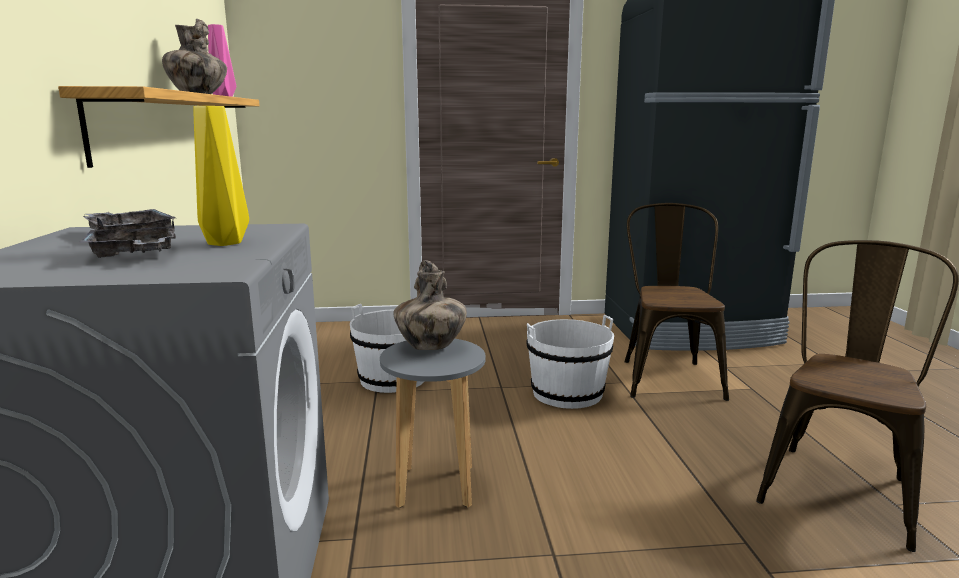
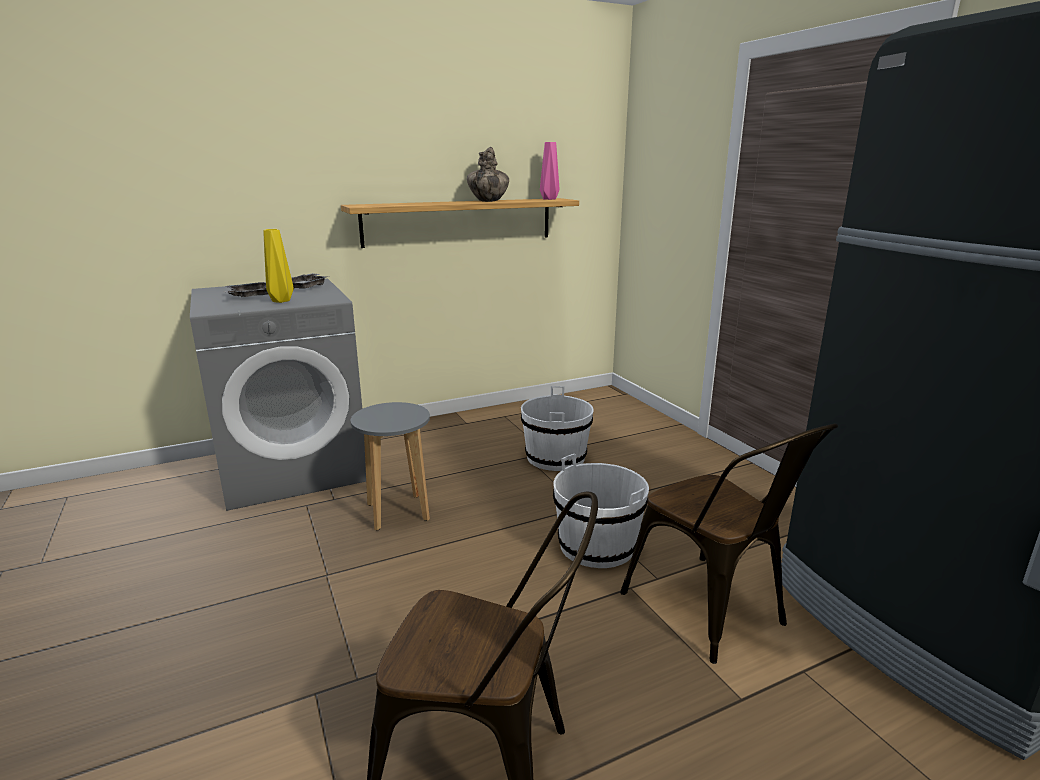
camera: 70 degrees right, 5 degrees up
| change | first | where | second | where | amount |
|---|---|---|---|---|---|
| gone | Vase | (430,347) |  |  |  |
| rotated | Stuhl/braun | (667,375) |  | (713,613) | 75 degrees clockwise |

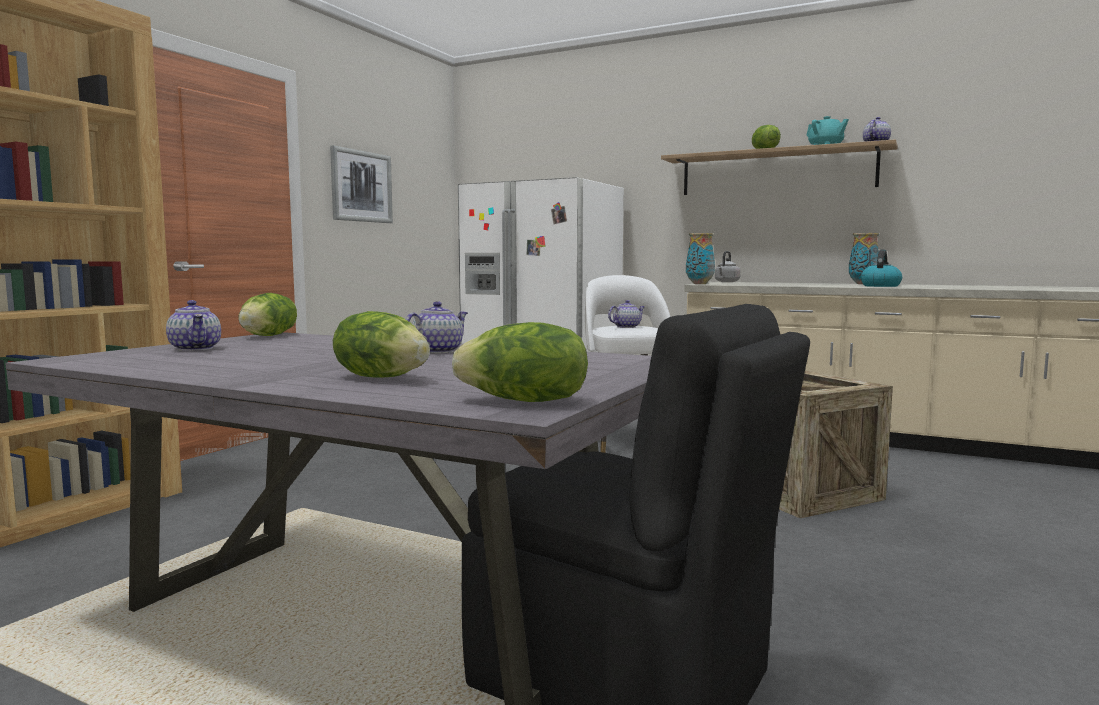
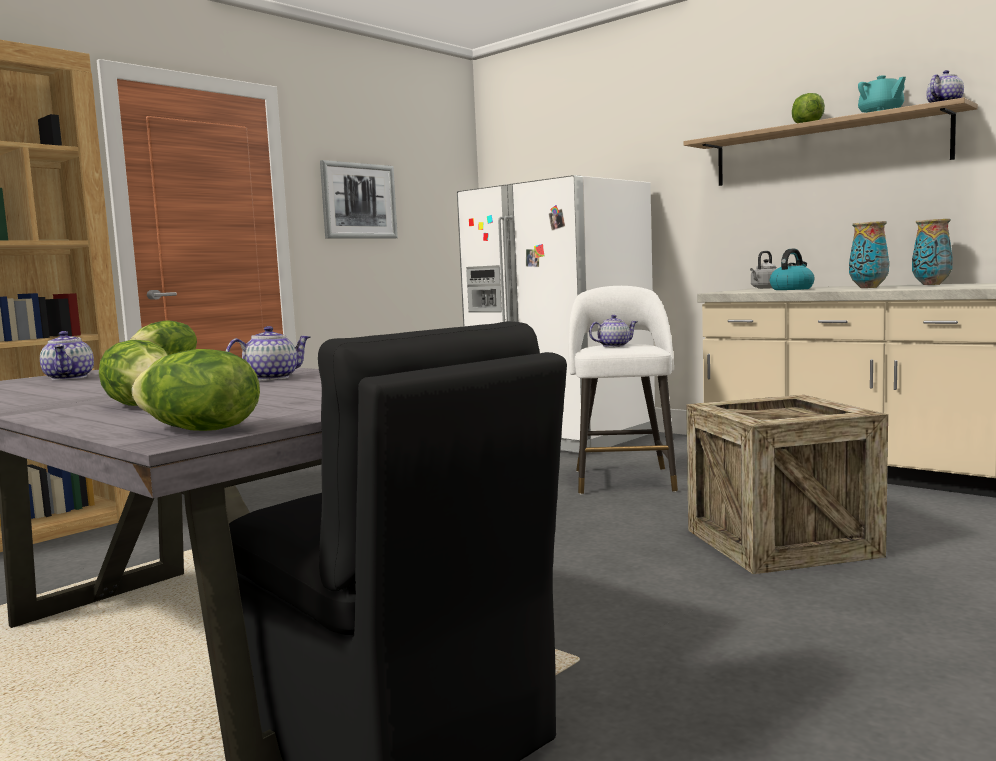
camera: 15 degrees right, 0 degrees up
| change | first | where | second | where | amount |
|---|---|---|---|---|---|
| shifted | Vase | (699,284) |  | (868,287) |  |
| shifted | Wasserkessel | (880,286) |  | (792,289) |  |

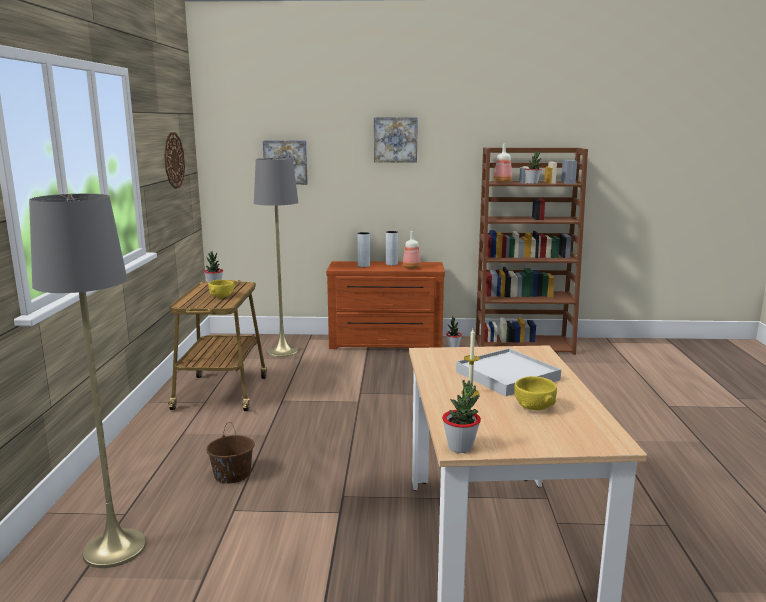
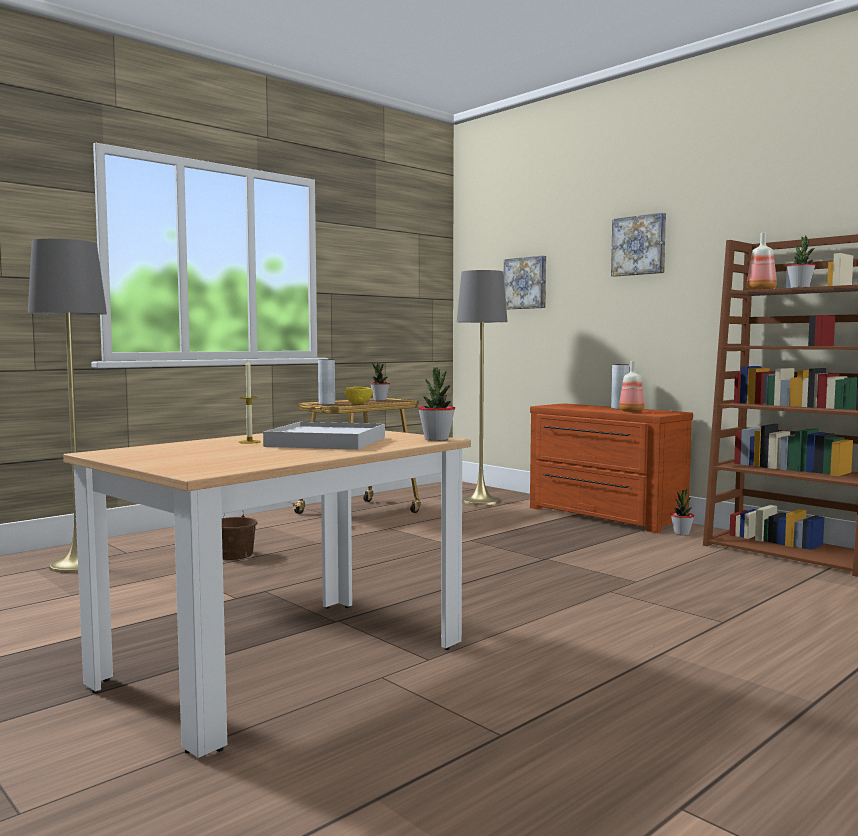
camera: 45 degrees right, 10 degrees down
| change | first | where | second | where | amount |
|---|---|---|---|---|---|
| gone | Wanduhr | (173,160) |  |  |  |
| gone | Schüssel/gelb | (534,407) |  |  |  |
| shifted | Vase/grau | (363,266) |  | (326,404) |  |
| shifted | Topfpflanze | (460,447) |  | (436,439) |  |

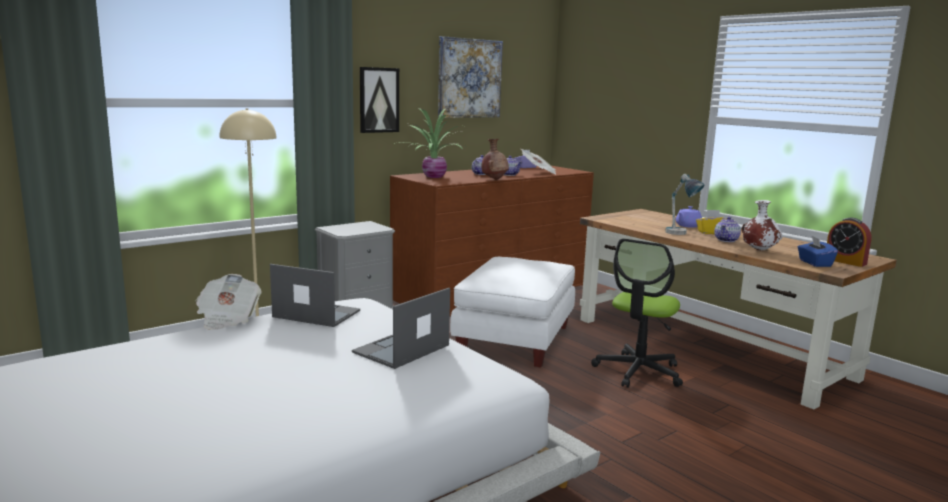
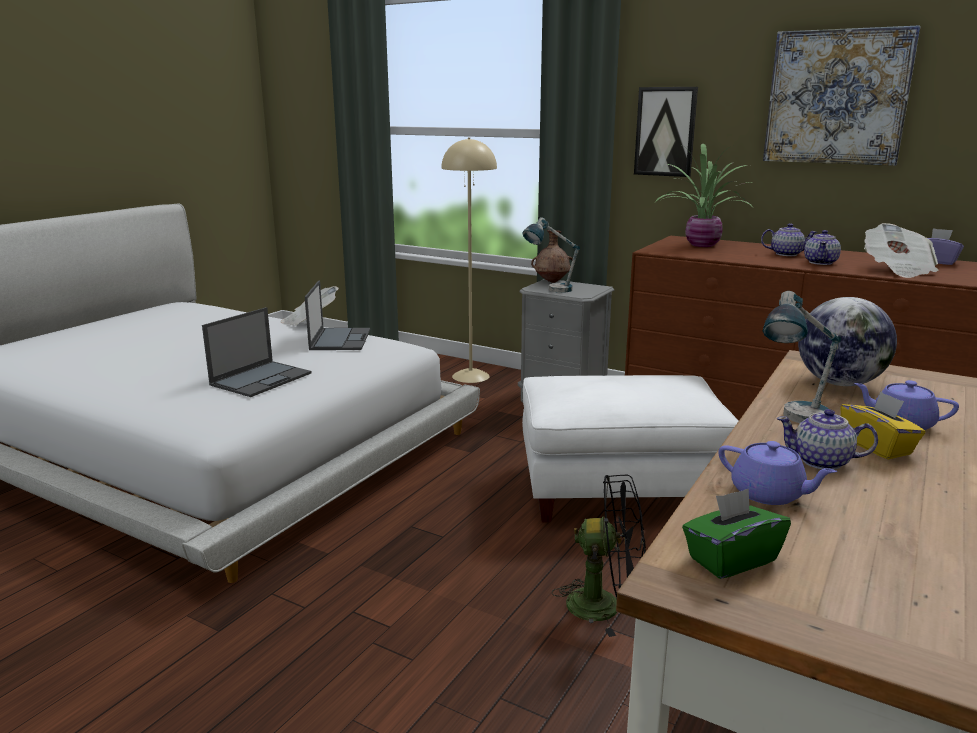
camera: 70 degrees right, 5 degrees up
| change | first | where | second | where | amount |
|---|---|---|---|---|---|
| gone | Wecker | (845,261) |  |  |  |
| new |  |  | Tischlampe | (550,290) |  |
| new |  |  | Globus | (839,383) |  |
| shifted | Vase/braun | (494,179) |  | (552,281) |  |
| swapped | Bürostuhl | (638,371) | Ventilator/schwarz | (605,605) |  |
| swapped | Vase/weiß | (758,250) | Teekanne/lila | (769,494) |  |
| repainted | Taschentuchbox/blau | (814,263) | Taschentuchbox/grün | (731,559) |  |
| rotated | Laptop | (401,349) |  | (262,379) | 105 degrees clockwise |

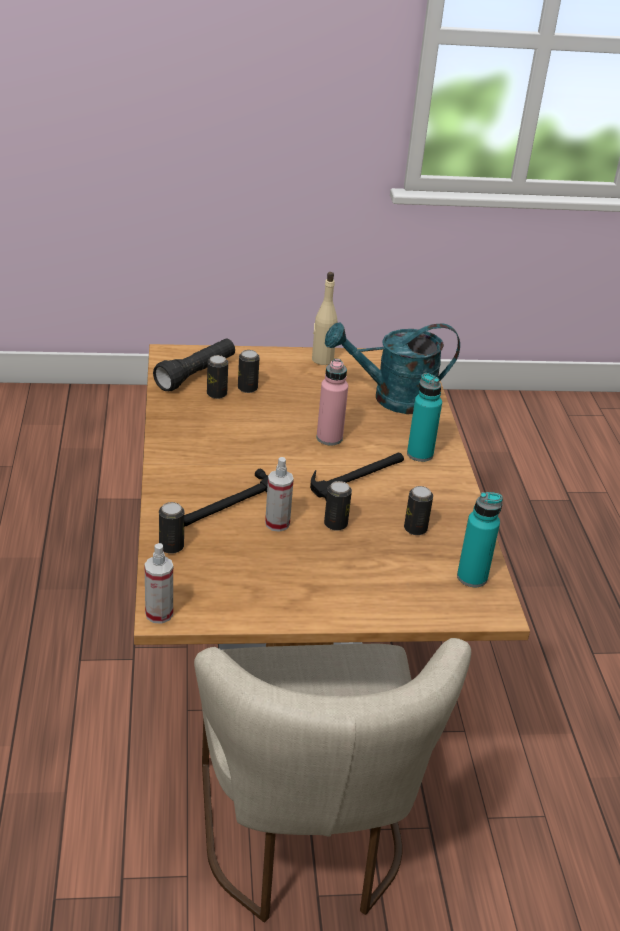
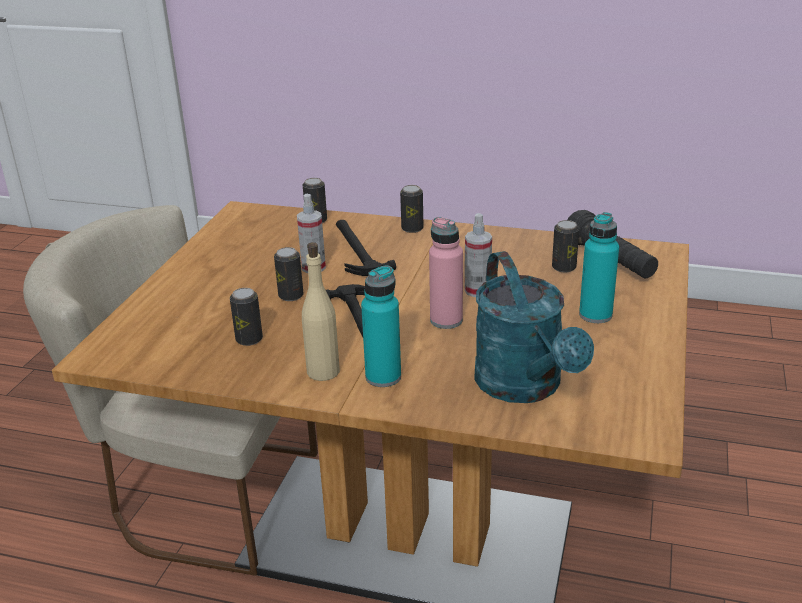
camera: 115 degrees right, 5 degrees down
| change | first | where | second | where | amount |
|---|---|---|---|---|---|
| shifted | Sprühflasche | (159,614) |  | (477,290) |  |
| shifted | Dose | (247,388) |  | (412,228) |  |
| shifted | Flasche/beige | (322,359) |  | (323,371) |  |
| shifted | Flasche/türkis | (472,577) |  | (595,315) |  |
| rotated | Gießkanne/türkis | (393,398) |  | (525,387) | 150 degrees clockwise |

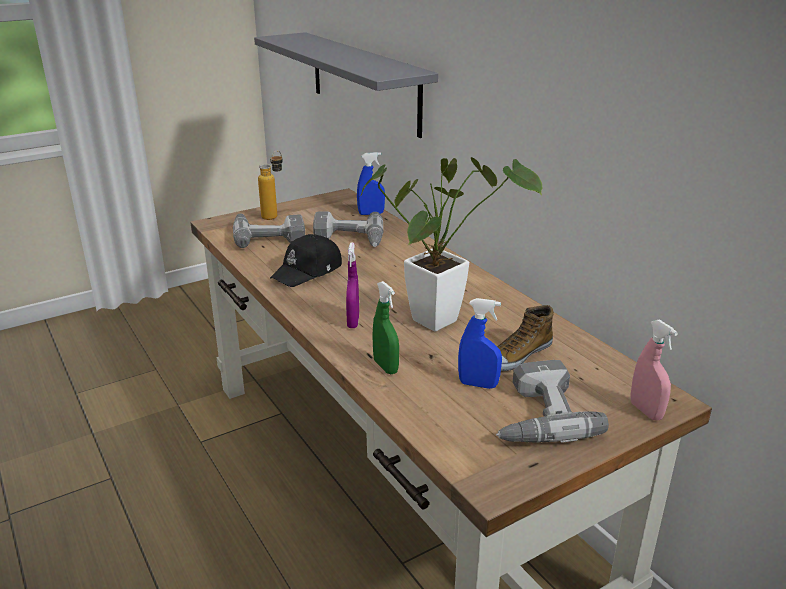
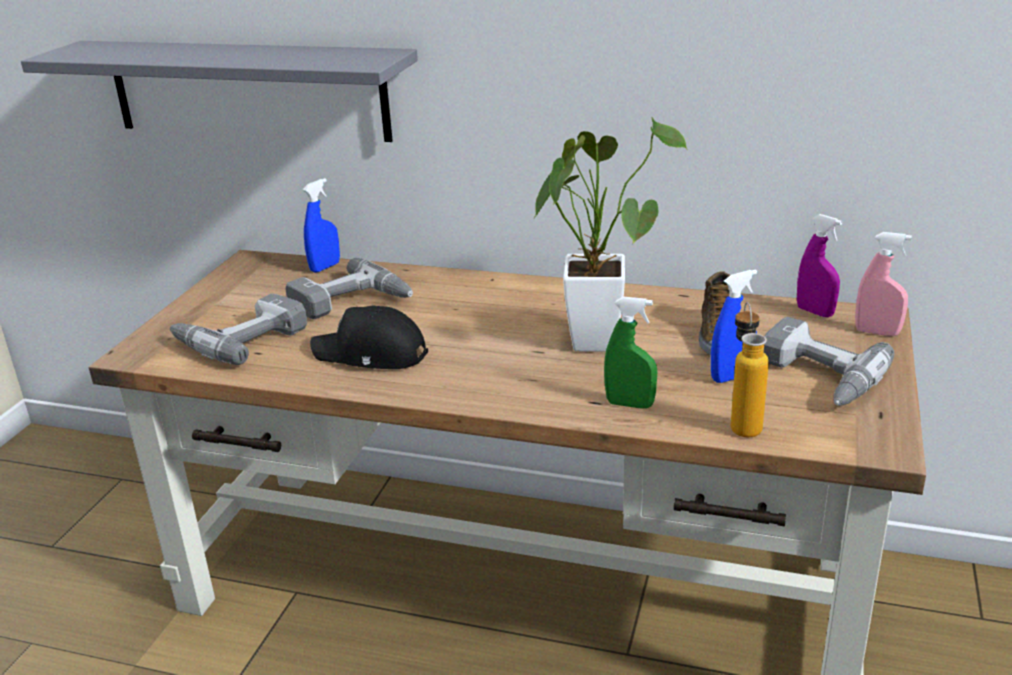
camera: 40 degrees left, 0 degrees up
| change | first | where | second | where | amount |
|---|---|---|---|---|---|
| shifted | Flasche | (274,215) |  | (743,422) |  |
| shifted | Sprühflasche/lila | (353,322) |  | (815,312) |  |
| rotated | Kappe/schwarz | (308,271) |  | (370,355) | 105 degrees clockwise |

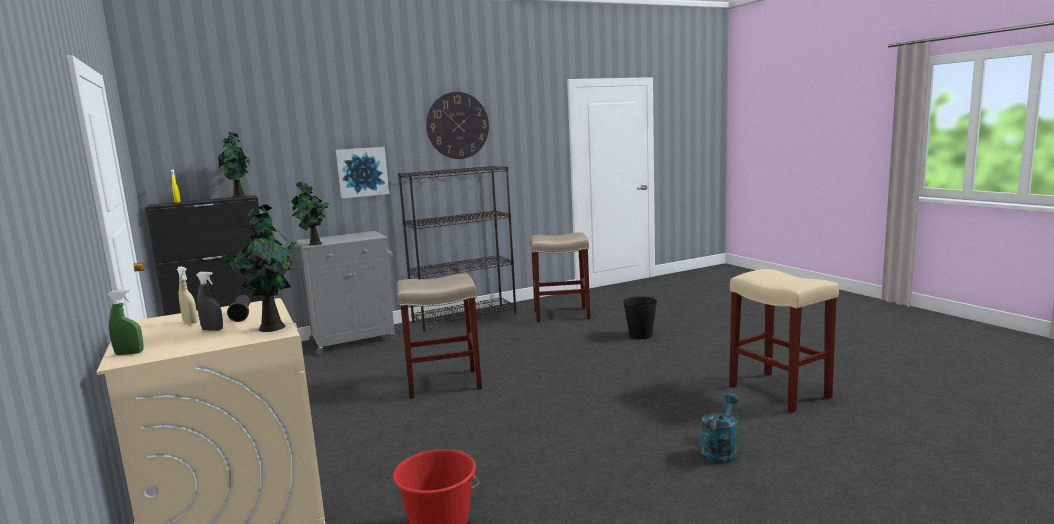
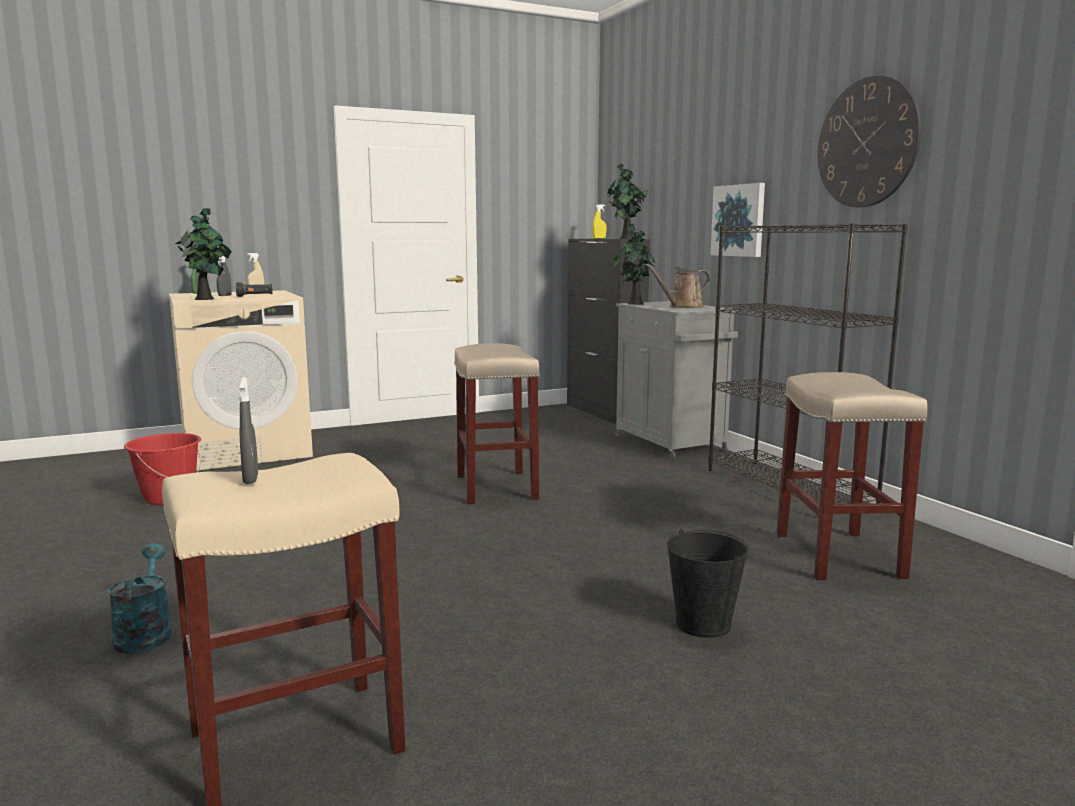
camera: 90 degrees right, 0 degrees up
| change | first | where | second | where | amount |
|---|---|---|---|---|---|
| new |  |  | Sprühflasche/grau | (250,479) |  |
| new |  |  | Gießkanne/braun | (682,307) |  |
| rotated | Gießkanne/türkis | (720,451) |  | (144,633) | 135 degrees counterclockwise |

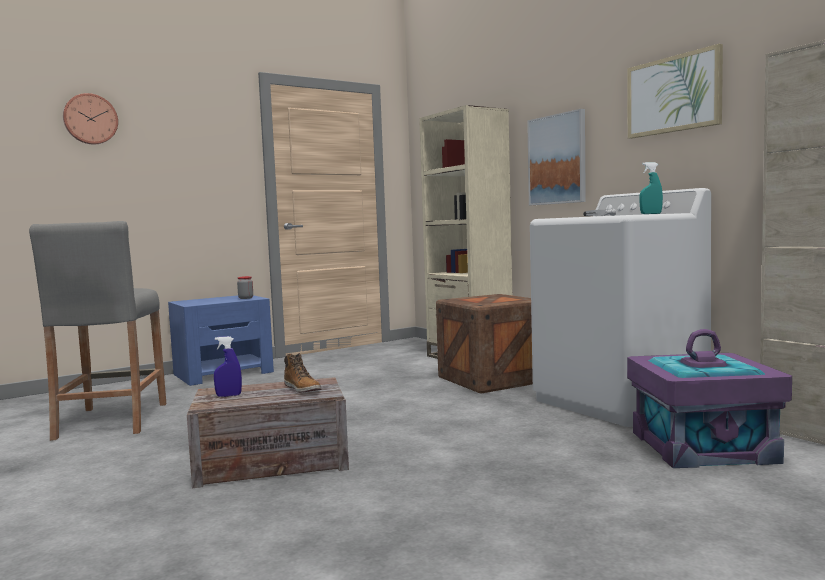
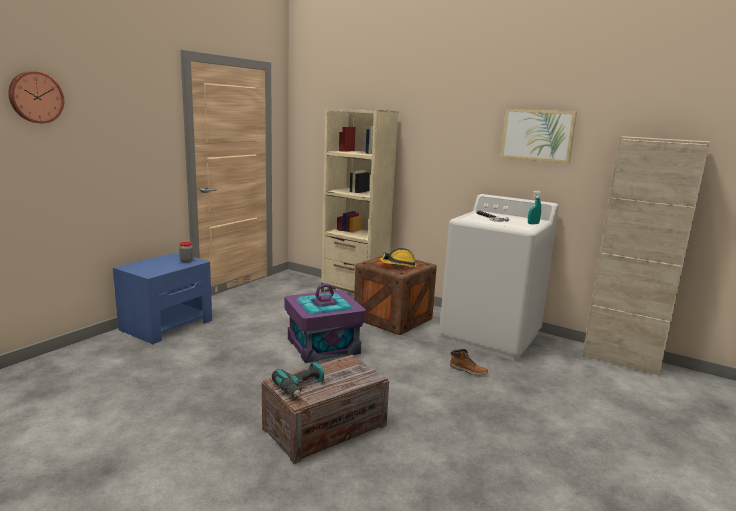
camera: 25 degrees left, 10 degrees up
| change | first | where | second | where | amount |
|---|---|---|---|---|---|
| gone | Hocker/grau | (111,421) |  |  |  |
| gone | Bild | (557,159) |  |  |  |
| new |  |  | Schutzhelm | (398,265) |  |
| shifted | Stiefel | (303,389) |  | (468,370) |  |
| shifted | Aufbewahrungsbox/lila | (702,446) |  | (323,345) |  |
| swapped | Sprühflasche/blau | (228,395) | Bohrmaschine | (301,387) |  |

